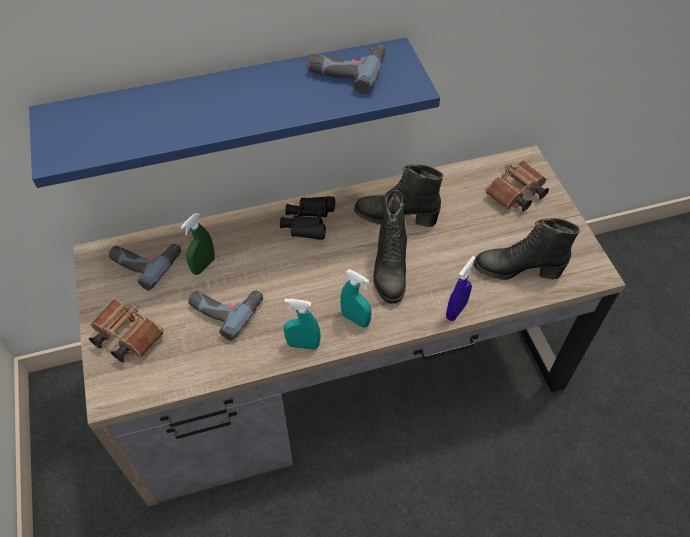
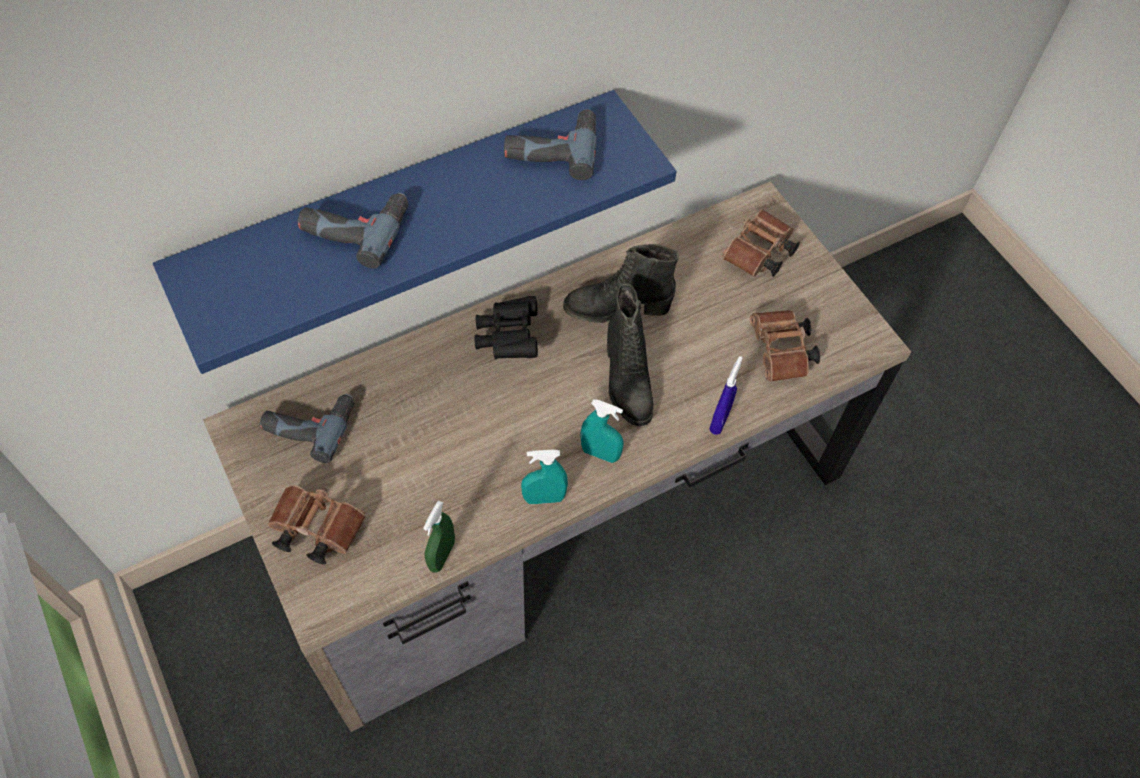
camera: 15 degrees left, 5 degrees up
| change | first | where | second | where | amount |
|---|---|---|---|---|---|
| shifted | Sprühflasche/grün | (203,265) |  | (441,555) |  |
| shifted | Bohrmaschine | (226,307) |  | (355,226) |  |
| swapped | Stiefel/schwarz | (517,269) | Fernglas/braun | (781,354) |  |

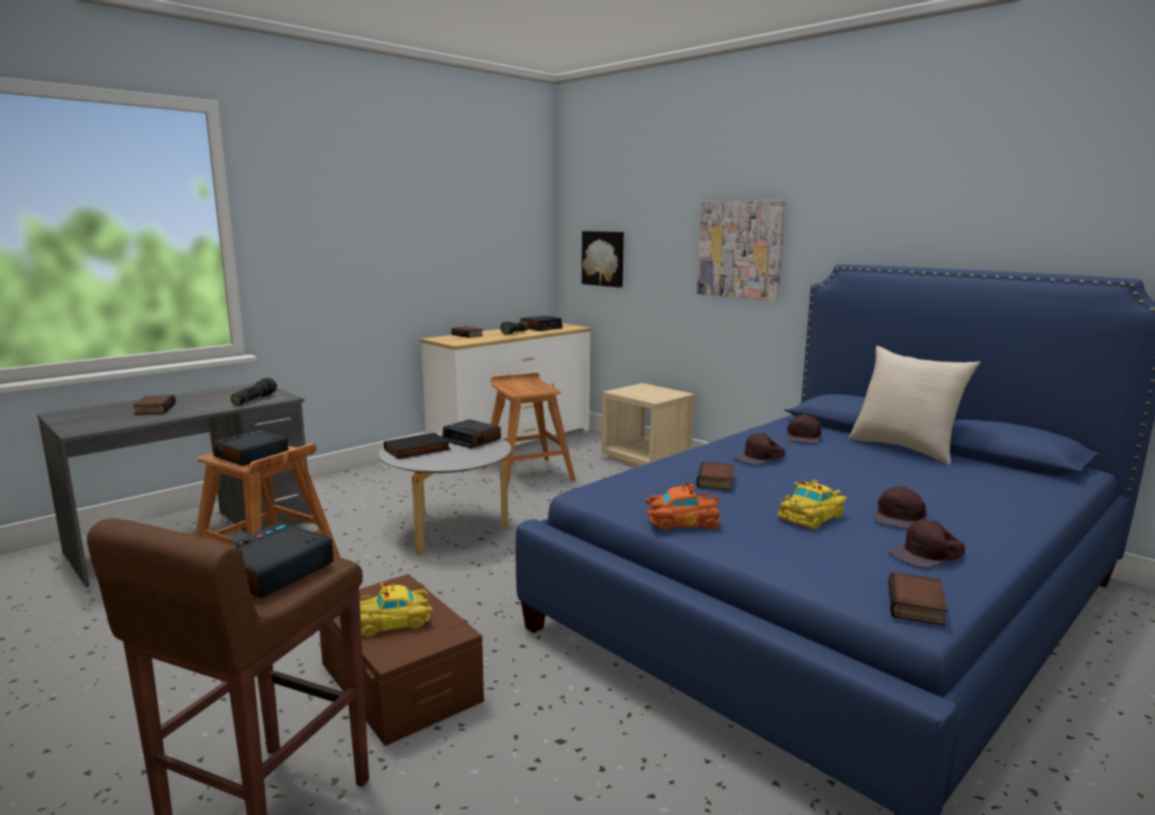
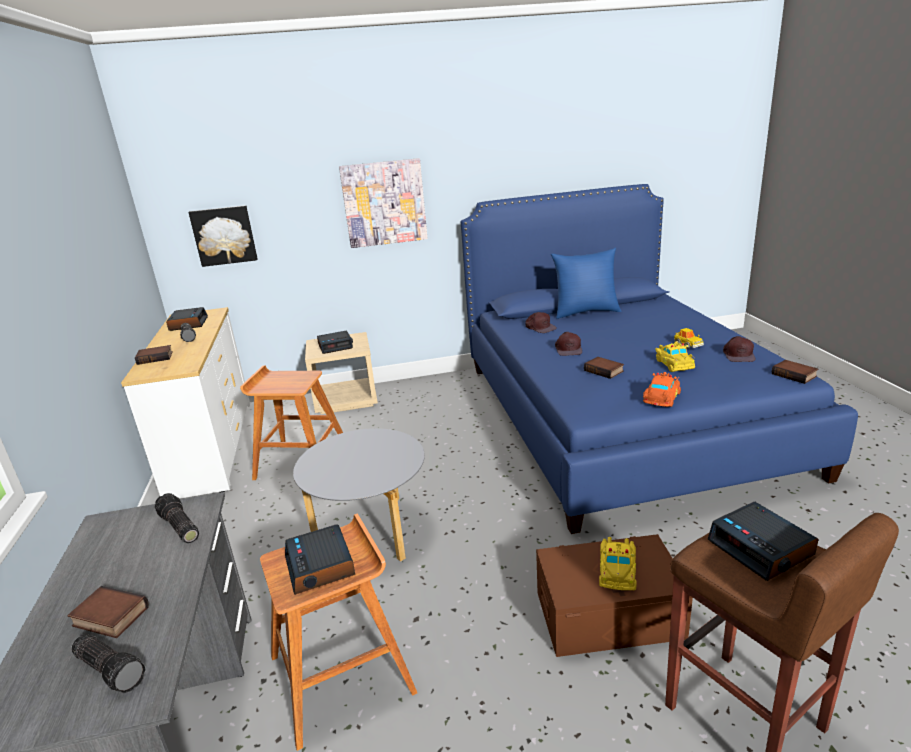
camera: 55 degrees left, 10 degrees up
| change | first | where | second | where | amount |
|---|---|---|---|---|---|
| gone | Buch/schwarz | (417,450) |  |  |  |
| new |  |  | Taschenlampe | (112,669) |  |
| shifted | Wecker | (472,440) |  | (335,346) |  |
| swapped | Kappe/braun | (901,517) | Spielzeugauto | (688,345) |  |
| repainted | Kissen/beige | (904,448) | Kissen/blau | (585,312) |  |

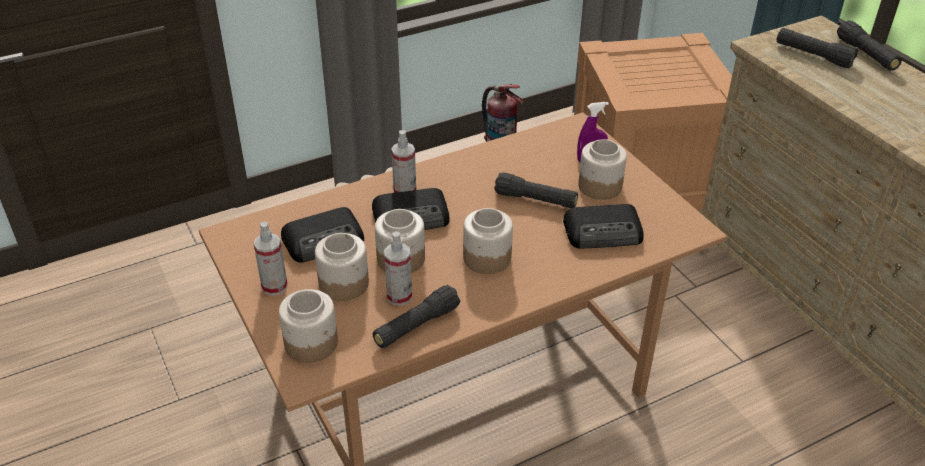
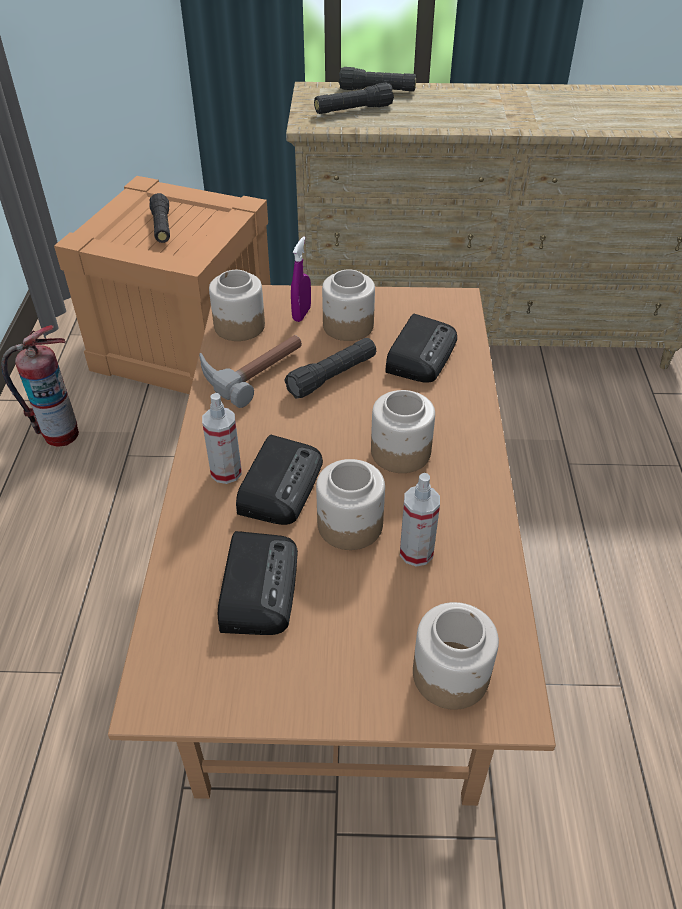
camera: 60 degrees left, 5 degrees up
| change | first | where | second | where | amount |
|---|---|---|---|---|---|
| gone | Sprühflasche | (274,286) |  |  |  |
| new |  |  | Hammer | (251,369) |  |
| shifted | Vorratsglas | (344,283) |  | (239,326) |  |
| shifted | Taschenlampe/schwarz | (416,326) |  | (162,227) |  |

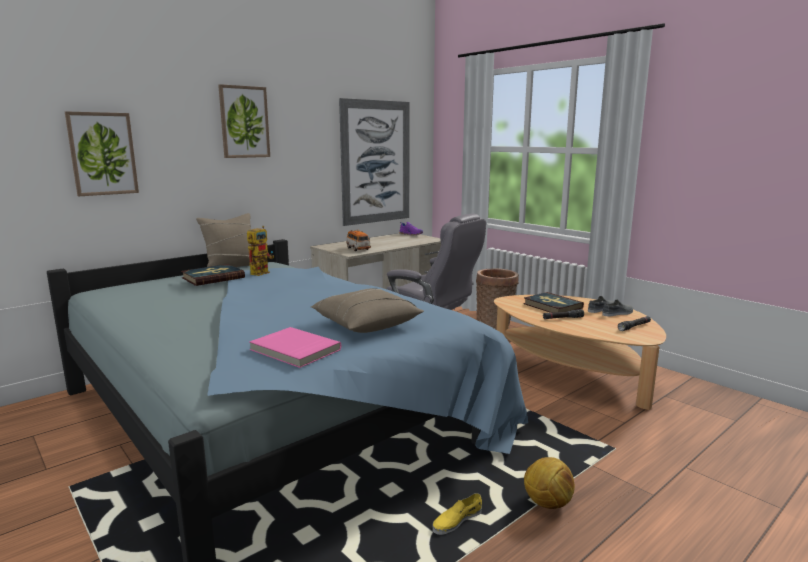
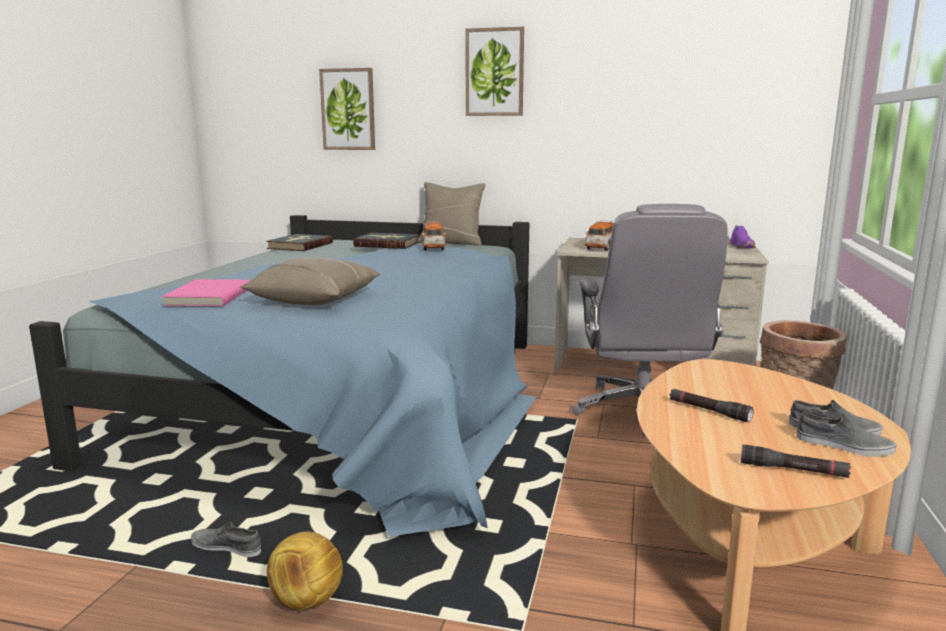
camera: 55 degrees right, 0 degrees up
| change | first | where | second | where | amount |
|---|---|---|---|---|---|
| gone | Bild | (376,162) |  |  |  |
| shifted | Buch | (552,306) |  | (300,246) |  |
| swapped | Spielzeugroboter | (261,272) | Spielzeugauto | (433,248) |  |
| repainted | Schuh/gelb | (457,520) | Schuh/grau | (227,547) |  |

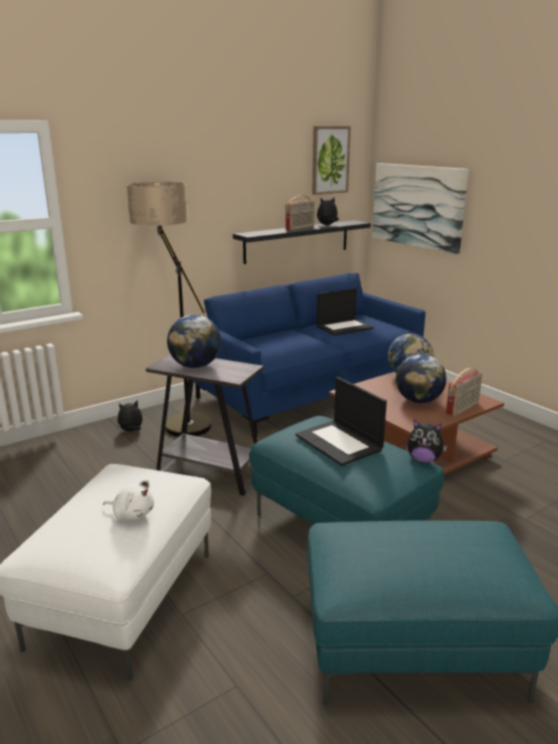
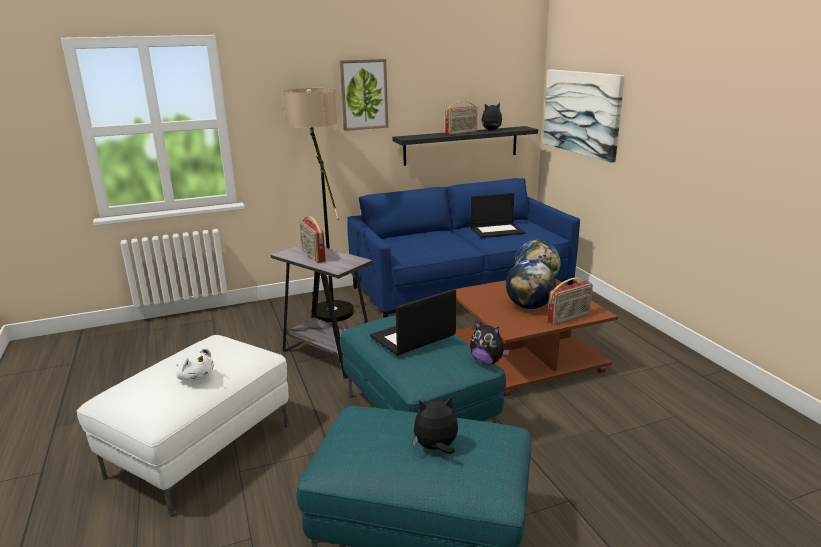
camera: 15 degrees right, 0 degrees up
| change | first | where | second | where | amount |
|---|---|---|---|---|---|
| shifted | Plüschtier | (131,431) |  | (436,448) |  |
| shifted | Bild | (330,160) |  | (364,94) |  |
| swapped | Globus | (195,366) | Radio | (313,256) |  |
| rotated | Laptop | (340,443) |  | (412,337) | 75 degrees clockwise |

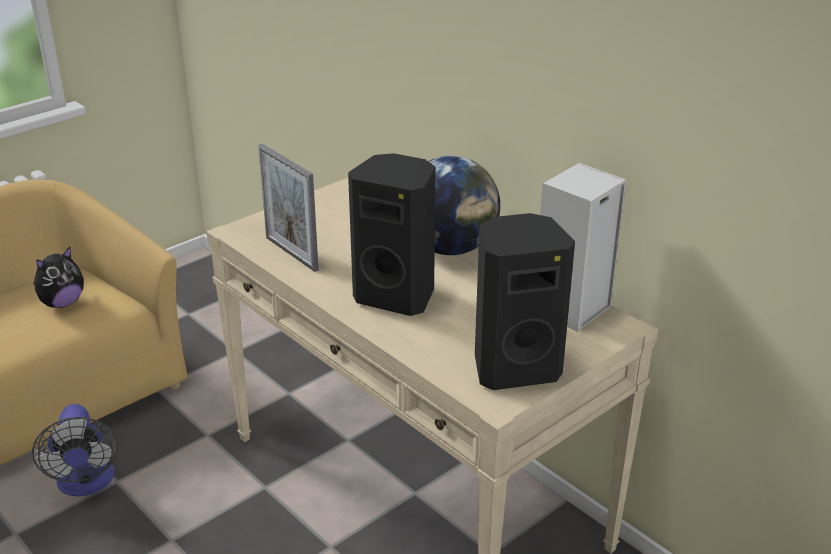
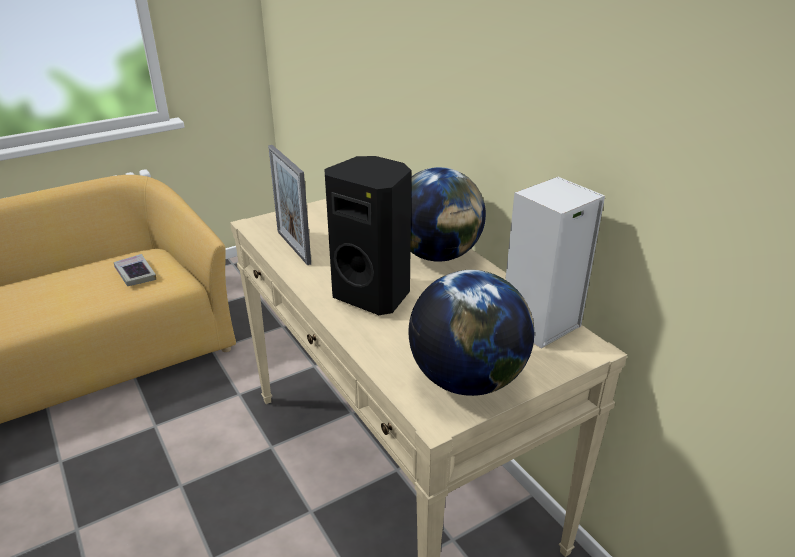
camera: 10 degrees right, 0 degrees up
| change | first | where | second | where | amount |
|---|---|---|---|---|---|
| gone | Ventilator | (86,483) |  |  |  |
| swapped | Plüschtier | (62,303) | Buch | (135,274) |  |
| swapped | Lautsprecher/schwarz | (514,367) | Globus | (467,380) |  |

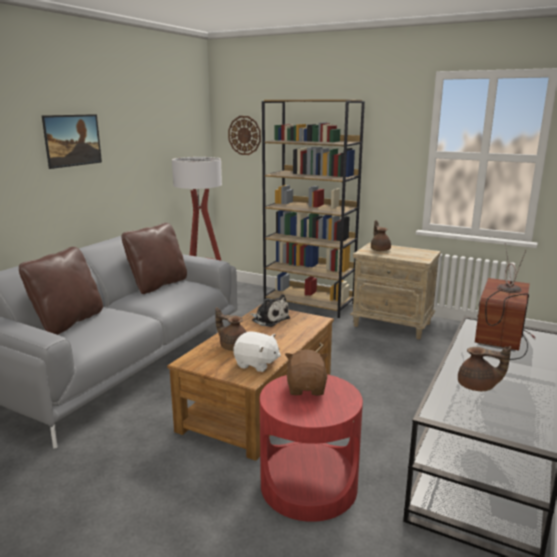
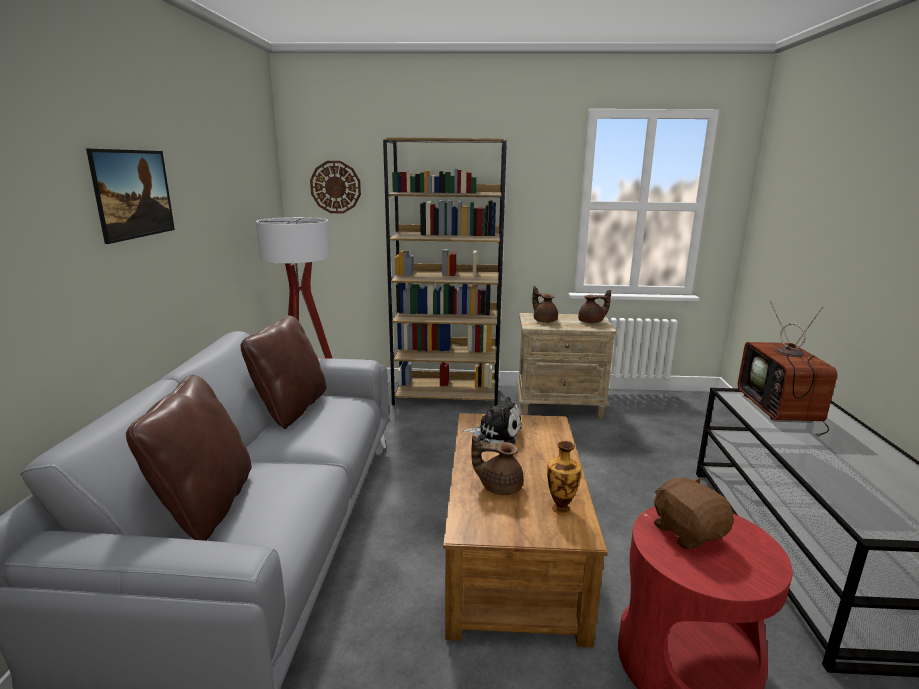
camera: 25 degrees left, 0 degrees up
| change | first | where | second | where | amount |
|---|---|---|---|---|---|
| shifted | Teekanne/braun | (478,387) |  | (592,322) |  |
| swapped | Plüschtier/weiß | (256,364) | Vase | (561,508) |  |

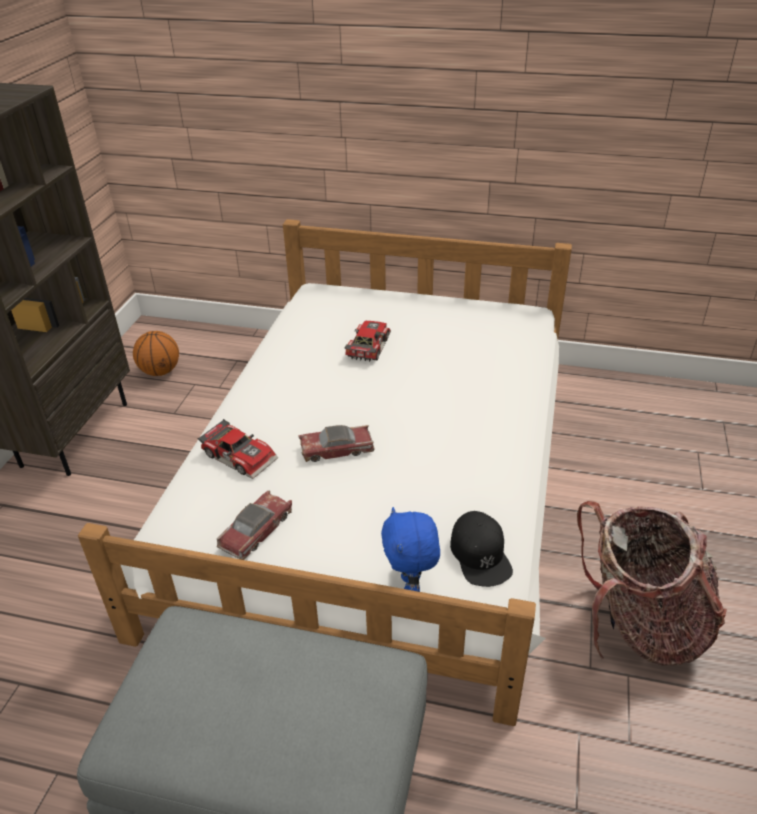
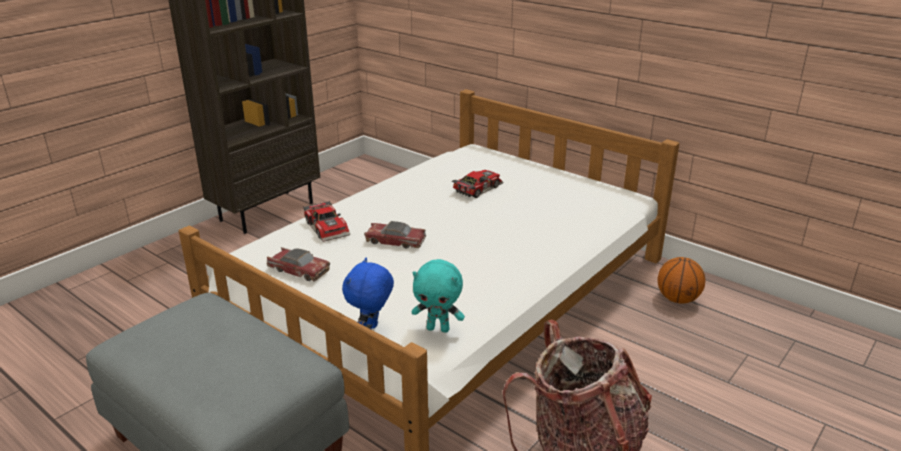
camera: 25 degrees right, 10 degrees down
| change | first | where | second | where | amount |
|---|---|---|---|---|---|
| shifted | Basketball | (160,371) |  | (677,299) |  |
| swapped | Kappe/schwarz | (480,554) | Plüschtier/türkis | (438,328) |  |
| rotated | Spielzeugauto | (256,531) |  | (299,270) | 60 degrees clockwise |

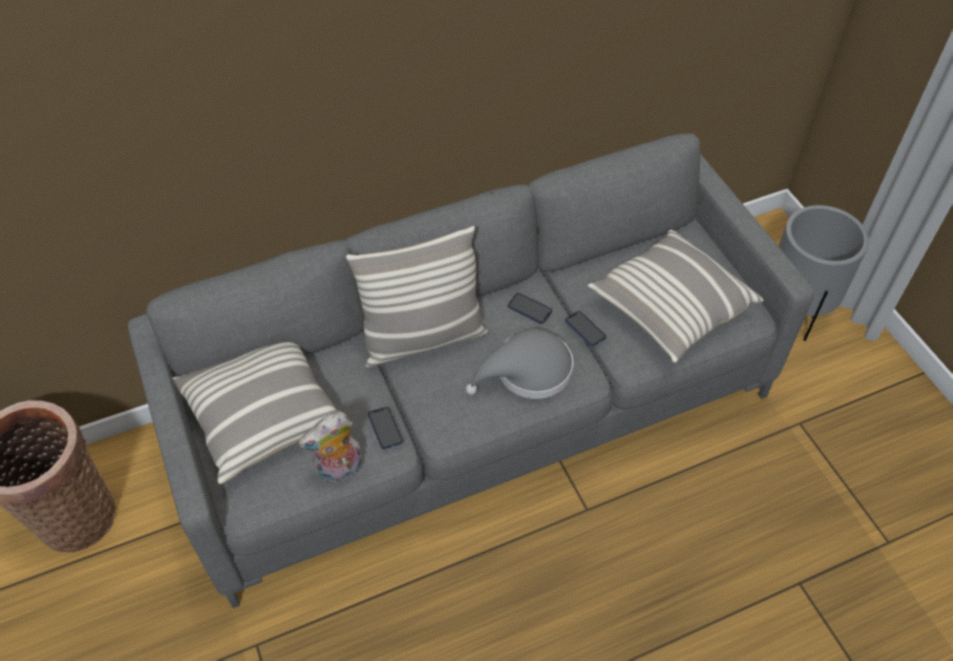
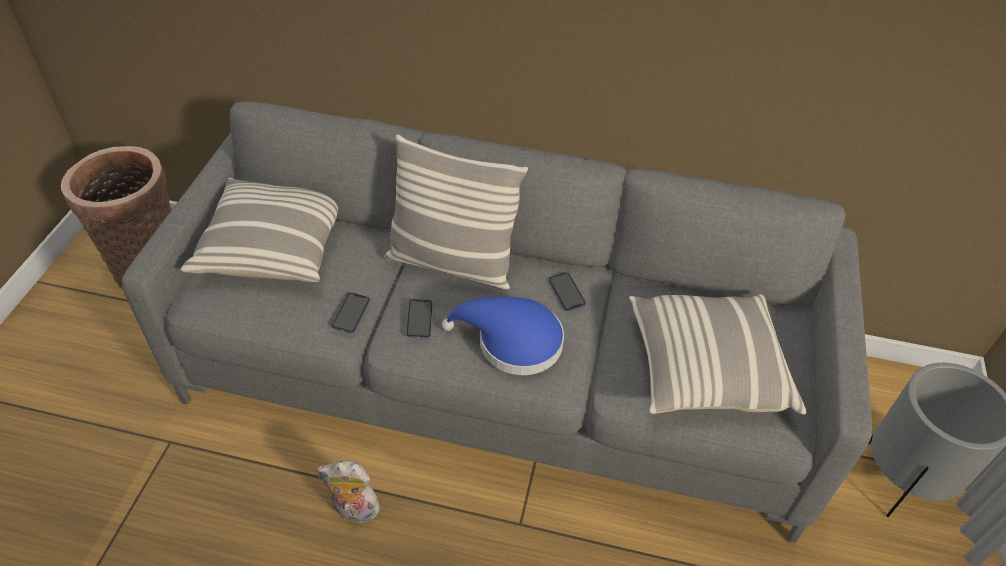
camera: 35 degrees right, 5 degrees down
| change | first | where | second | where | amount |
|---|---|---|---|---|---|
| shifted | Plüschtier | (339,471) |  | (354,511) |  |
| shifted | Handy | (585,329) |  | (419,319) |  |
| repainted | Hut/grau | (527,372) | Hut/blau | (512,342) |  |

